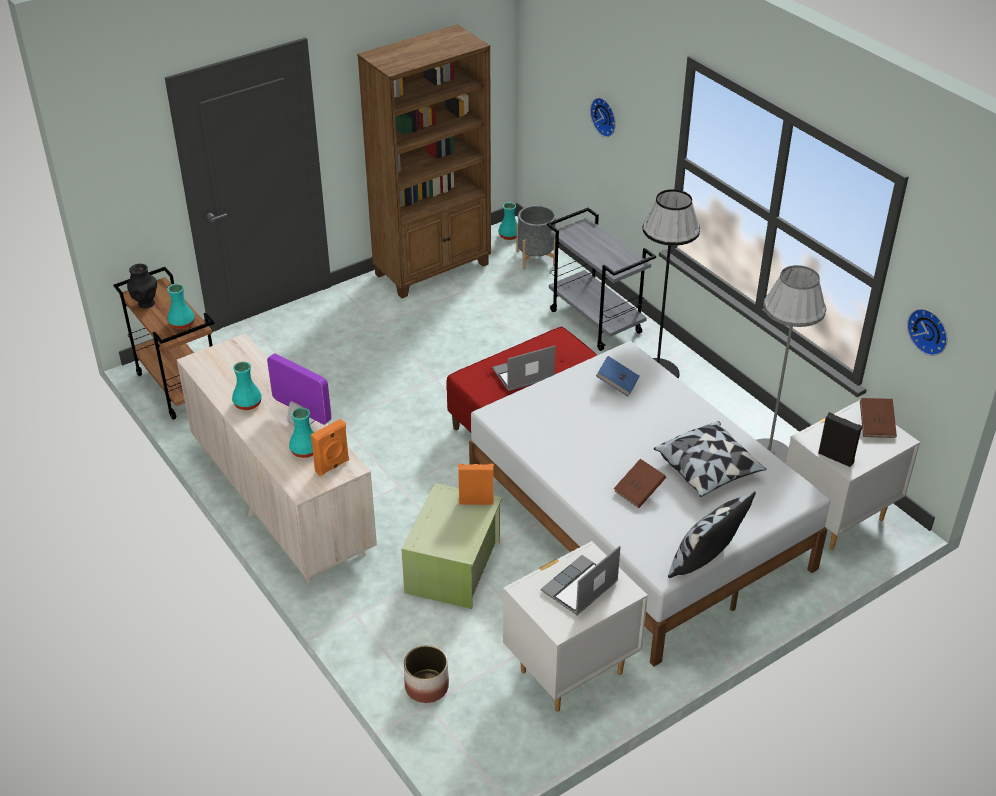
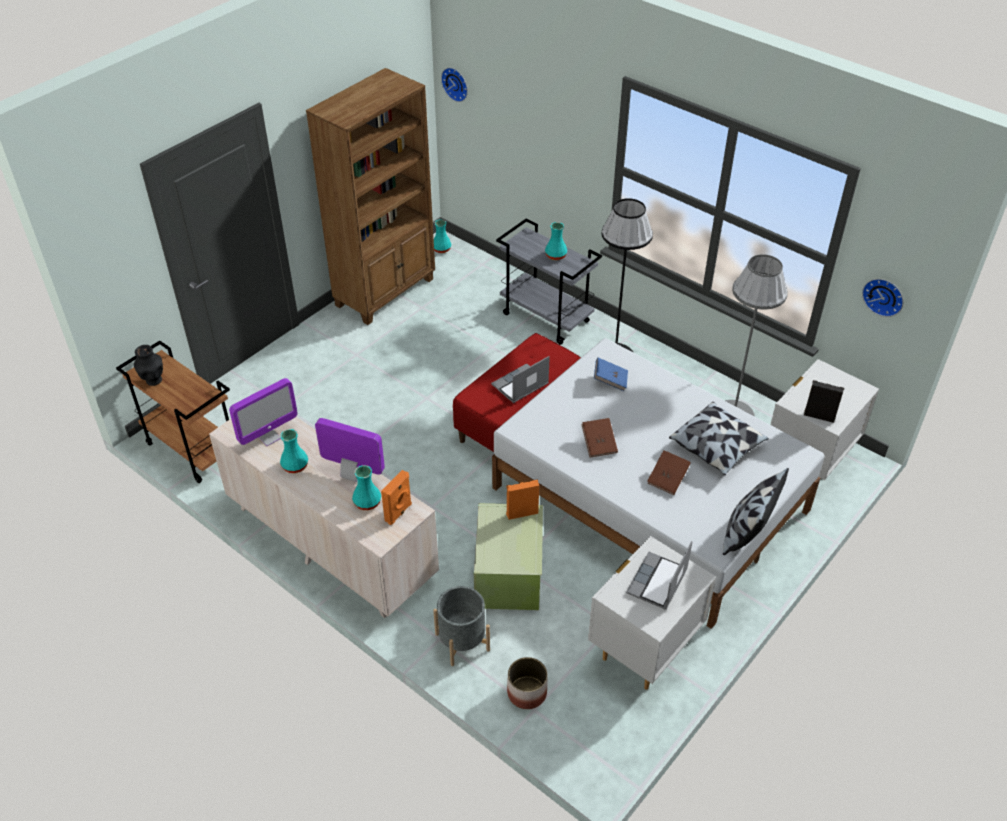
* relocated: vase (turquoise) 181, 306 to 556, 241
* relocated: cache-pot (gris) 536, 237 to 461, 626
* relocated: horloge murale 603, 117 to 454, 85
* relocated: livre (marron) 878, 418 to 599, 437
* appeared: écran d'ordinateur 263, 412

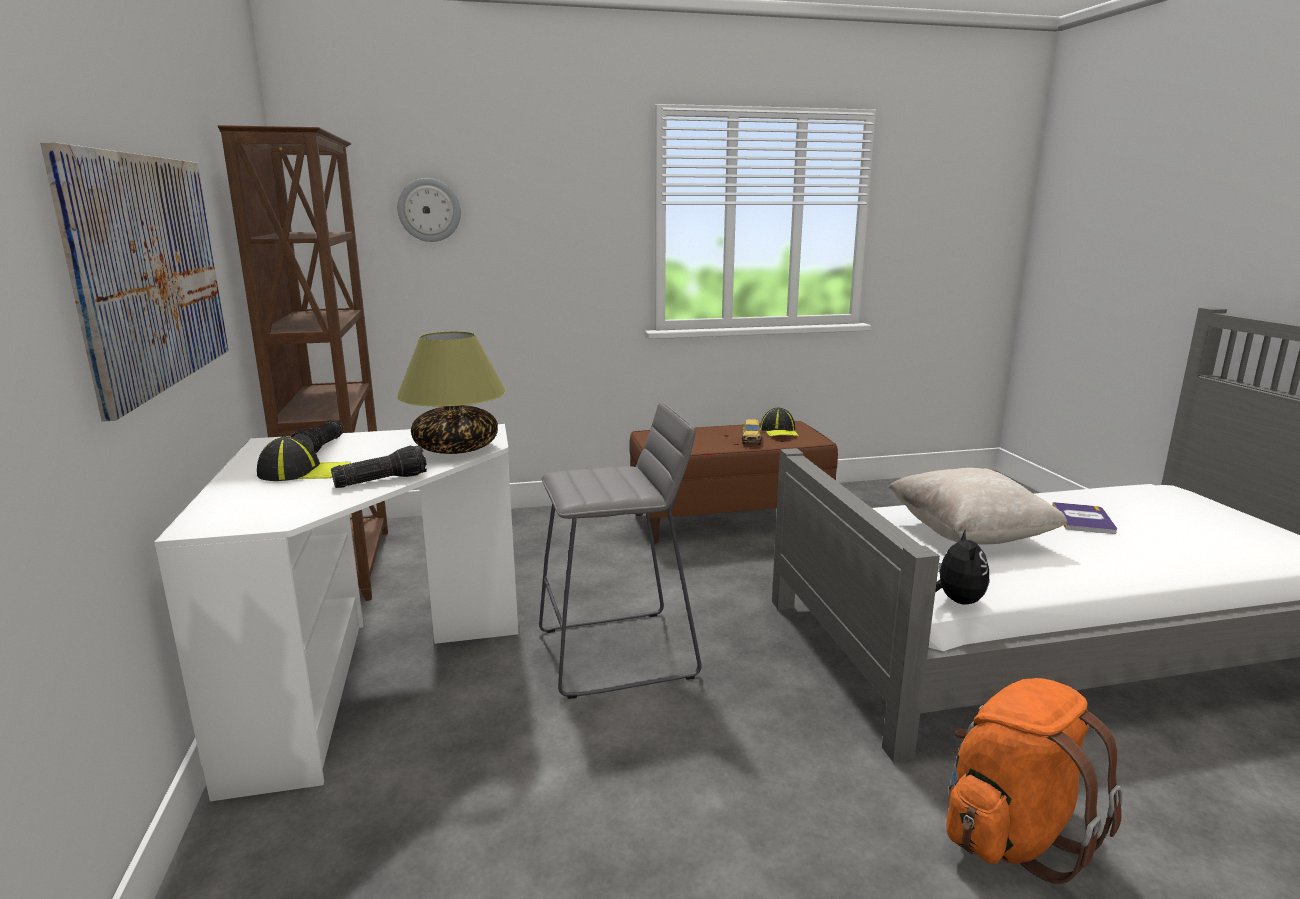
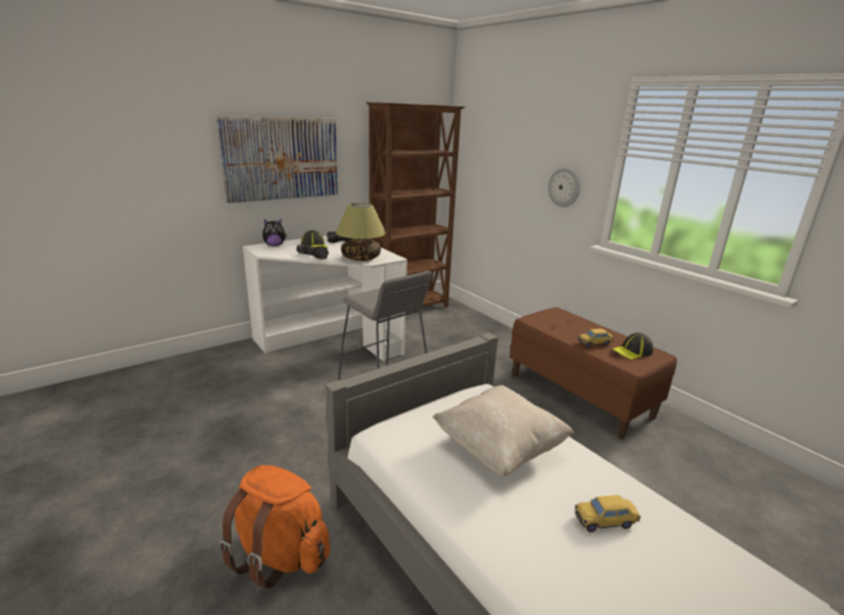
* relocated: horloge murale 429, 210 to 564, 187
* relocated: peluche 962, 567 to 275, 232
* exchanged: livre 1084, 518 to petite voiture 607, 513

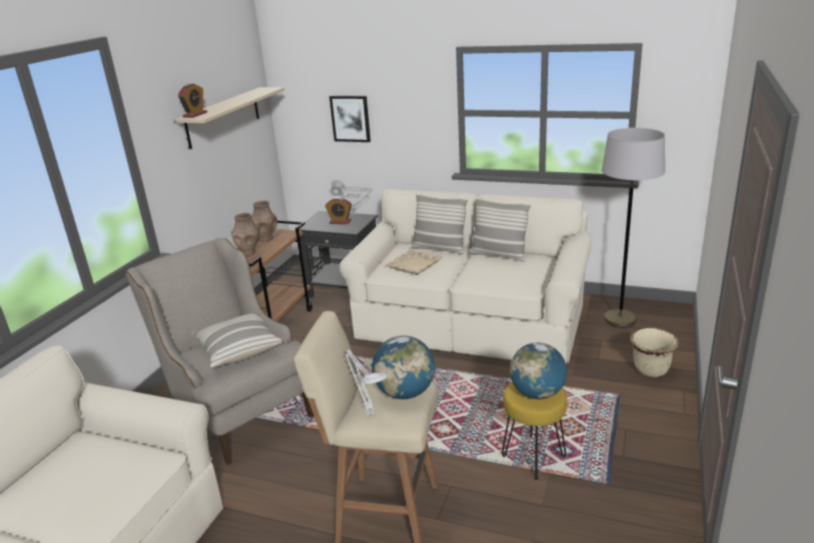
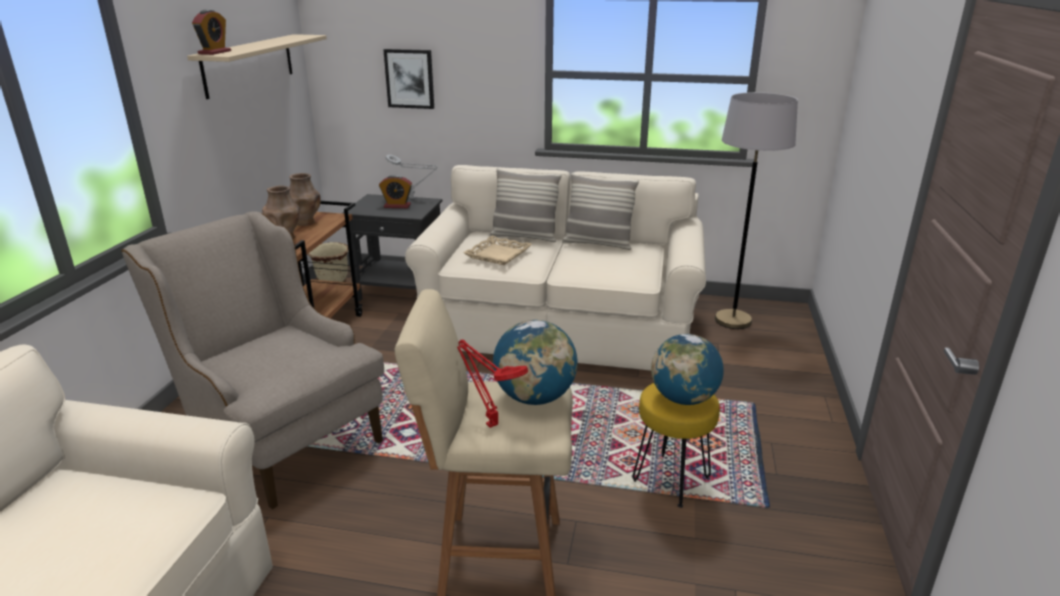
* missing: coussin 237, 340
* colour: lampe de table (blanc) 366, 382 to lampe de table (rouge) 492, 384
* relocated: cache-pot (beige) 654, 352 to 328, 262

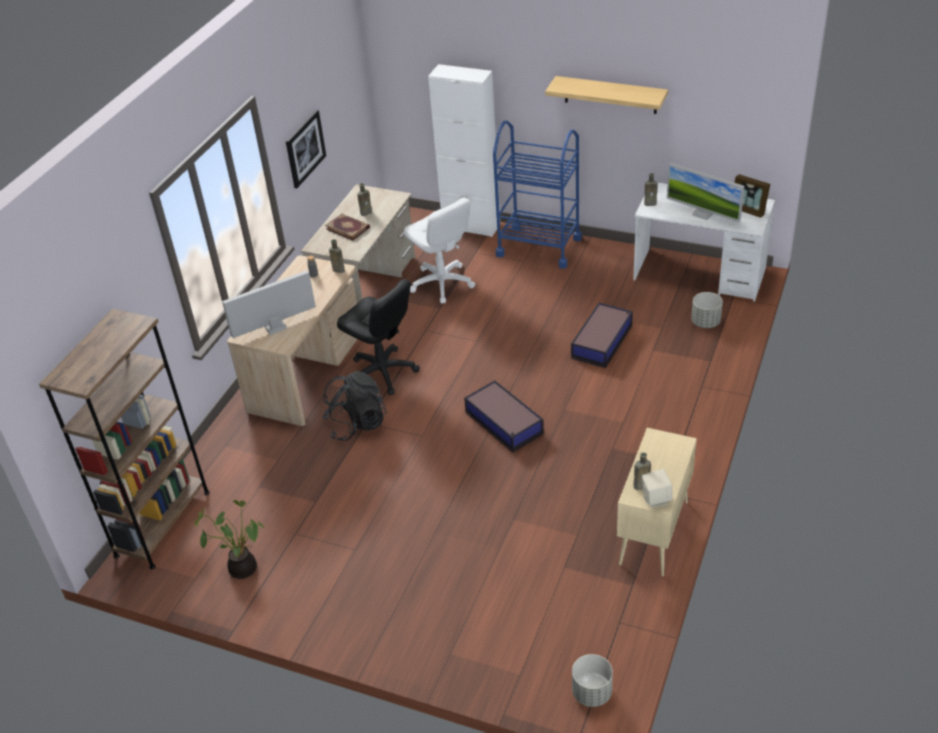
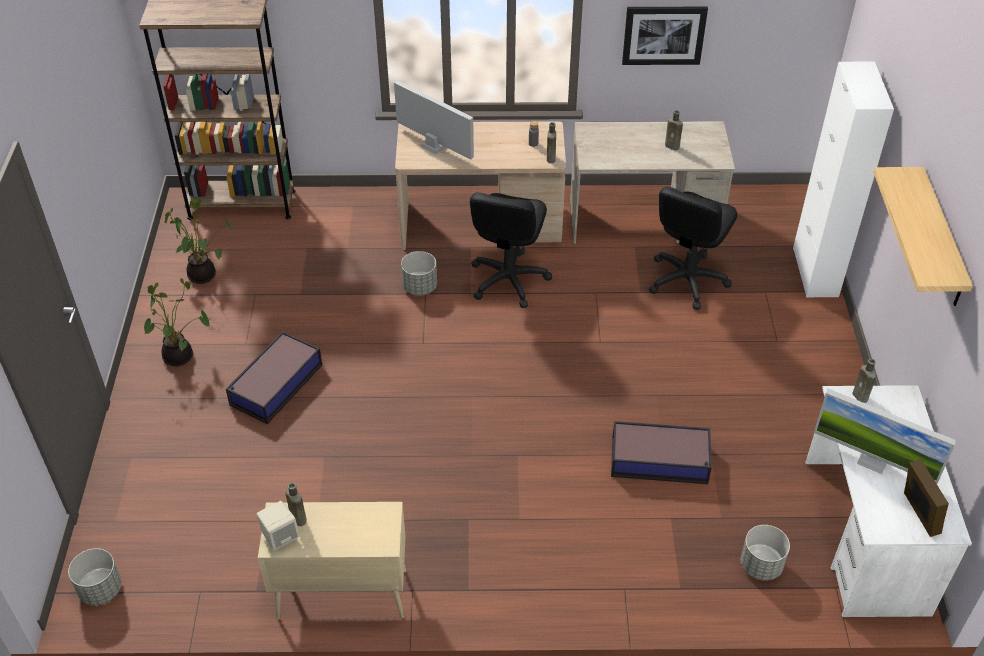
* exchanged: sac à dos (noir) 355, 405 to cache-pot (gris) 419, 273
* missing: livre 347, 227
* colour: chaise de bureau (blanc) 439, 251 to chaise de bureau (noir) 693, 248
* relocated: boîte de rangement 504, 416 to 274, 377
* missing: chariot (bleu) 537, 194
* spun: écran d'ordinateur 705, 192 = 885, 436 75 degrees counterclockwise
* spun: cadre photo 752, 196 = 926, 498 150 degrees clockwise
* appeared: plante en pot 177, 322

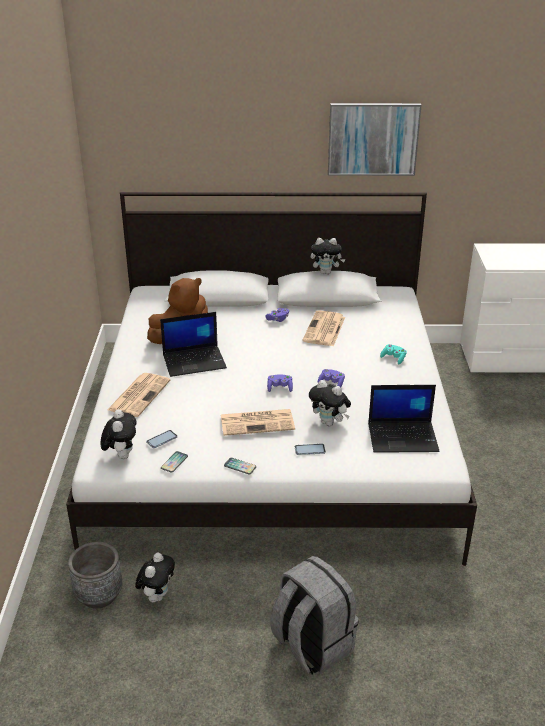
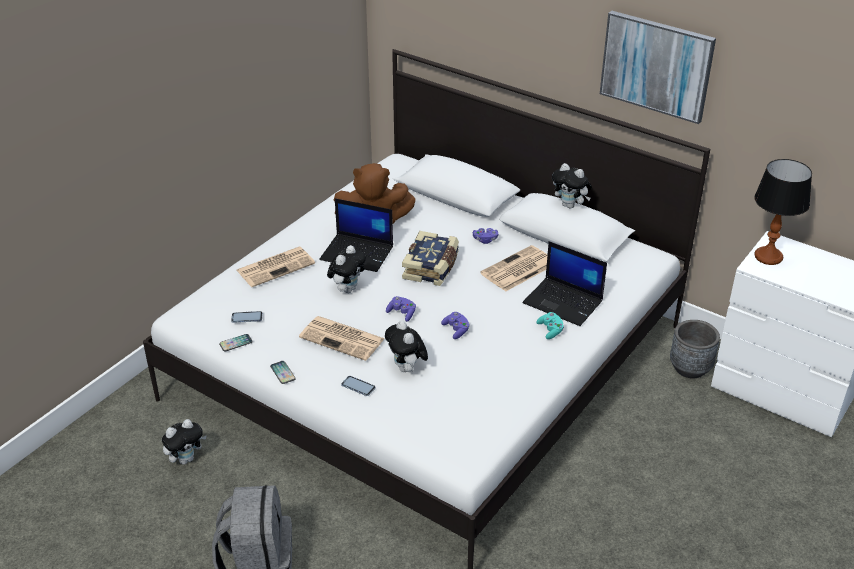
* relocated: cache-pot (gris) 95, 575 to 695, 349
* relocated: peluche 118, 434 to 346, 269
* relocated: ordinateur portable 403, 419 to 564, 283
* appeared: livre 430, 258
* appeared: lampe de table 783, 212

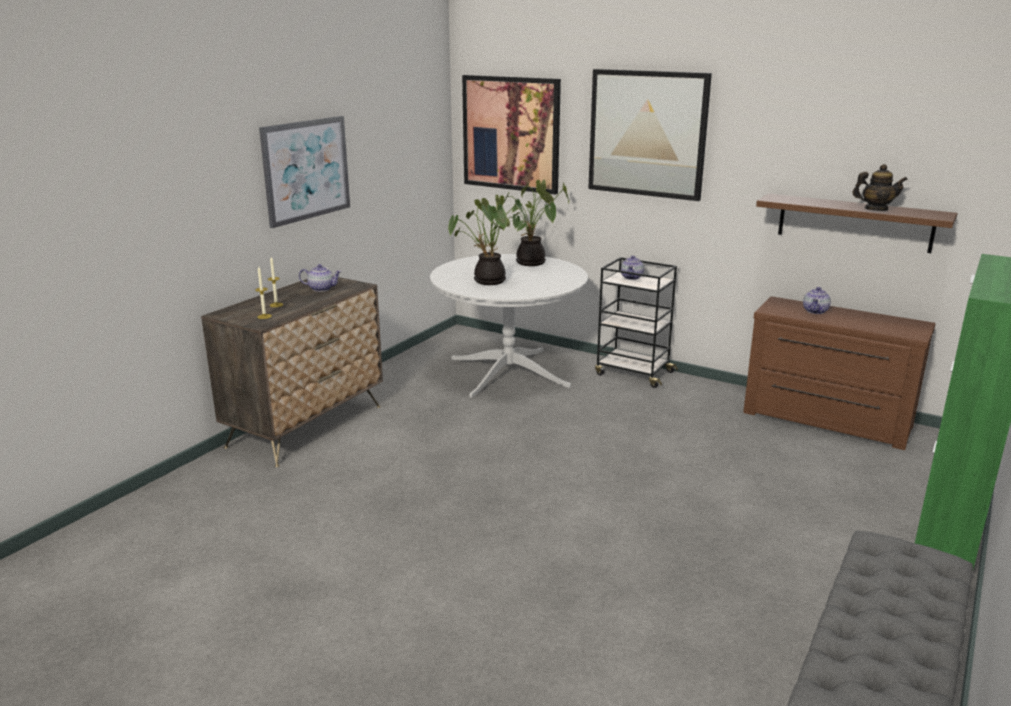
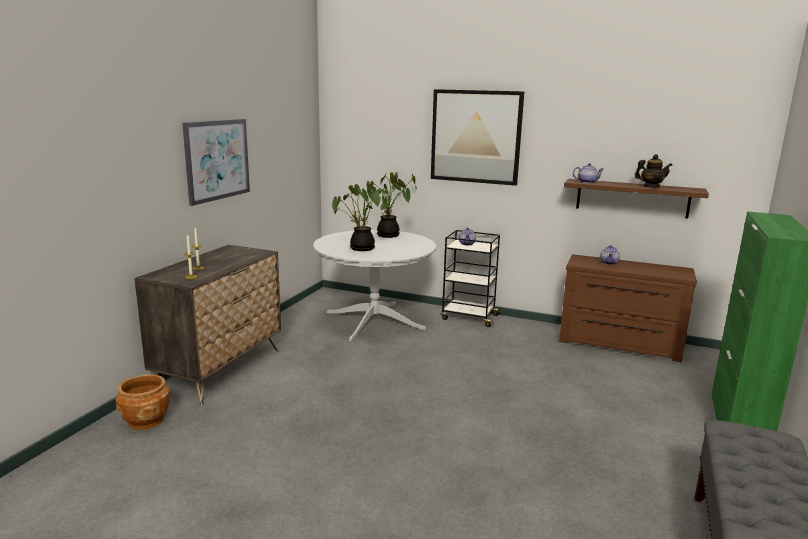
* relocated: théière 320, 278 to 588, 173
* missing: tableau 511, 135
* appeared: cache-pot (marron) 143, 402

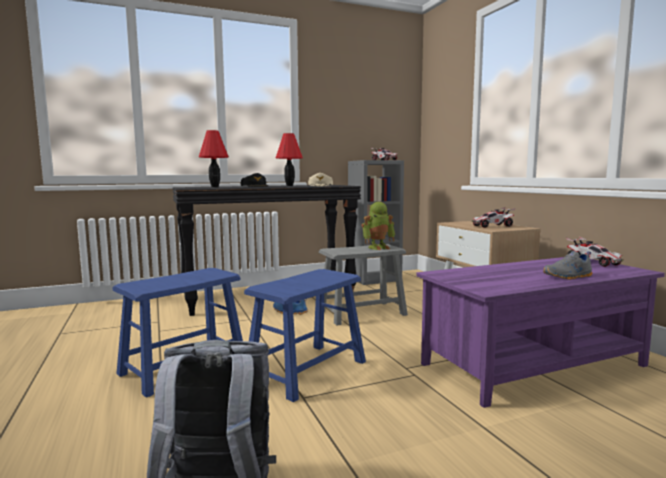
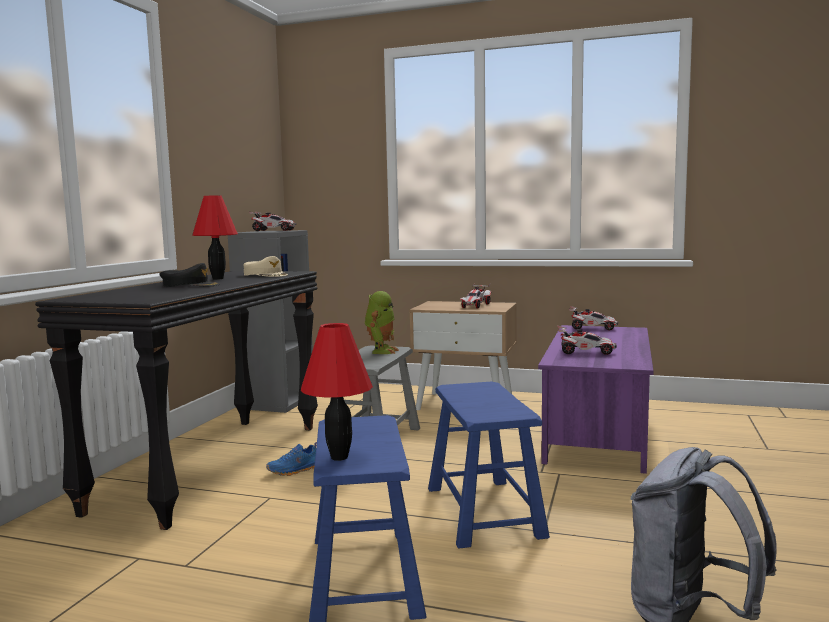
* relocated: lampe de table (rouge) 214, 158 to 337, 392
* missing: chaussure (gris) 567, 265
* appeared: petite voiture 587, 340

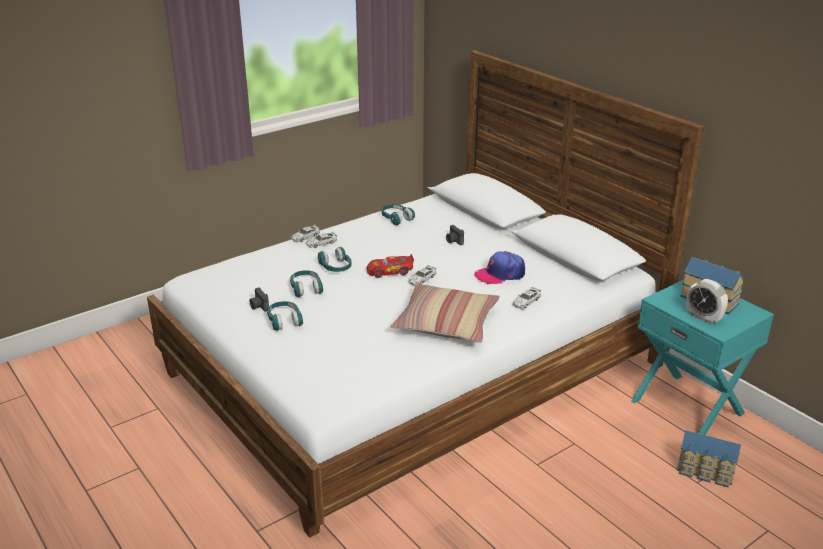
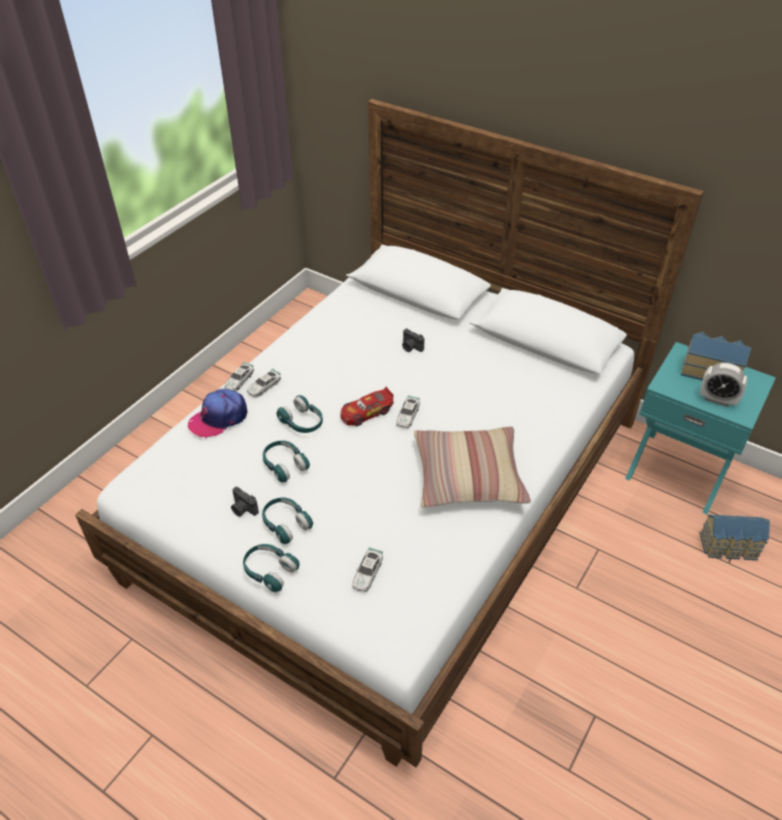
* relocated: casque audio (turquoise) 398, 214 to 271, 568
* relocated: casquette 499, 267 to 218, 413
* relocated: petite voiture 527, 298 to 367, 569

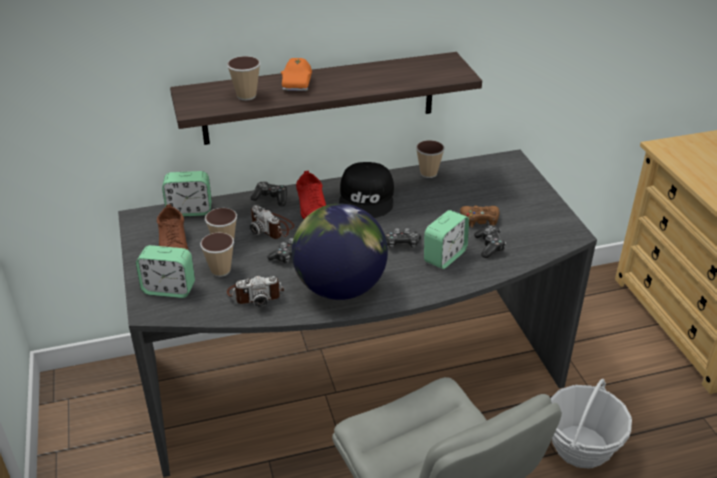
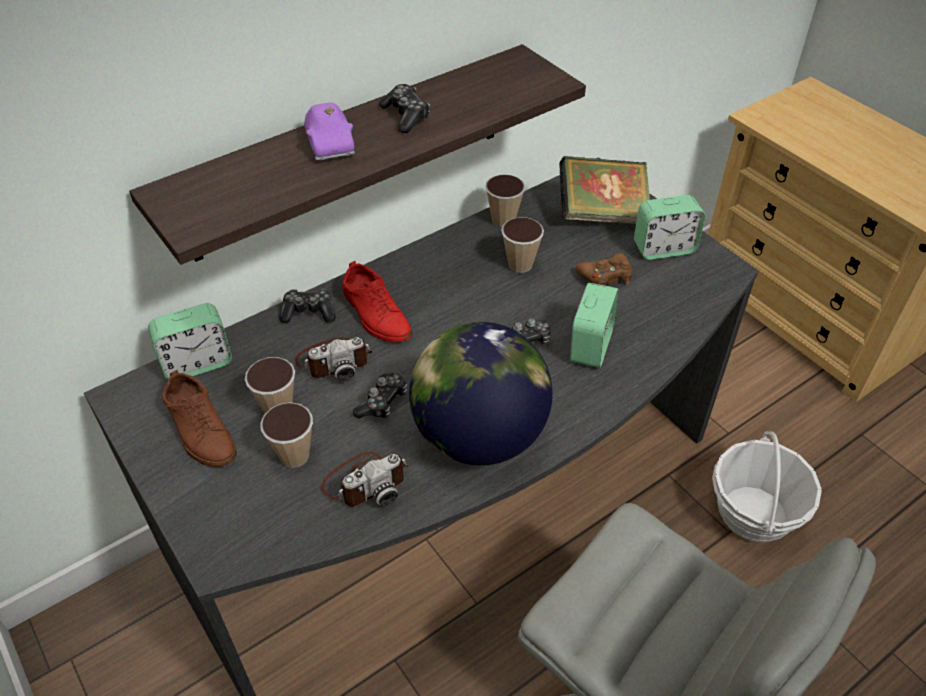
* relocated: réveil 165, 271 to 670, 227
* relocated: tasse 244, 78 to 522, 245
* spun: appareil photo 272, 222 = 333, 359 45 degrees counterclockwise
* colour: petite voiture (orange) 296, 74 to petite voiture (violet) 329, 131
* missing: casquette (noir) 366, 190
* relocated: manette 490, 241 to 404, 108
* appeared: livre 604, 190

